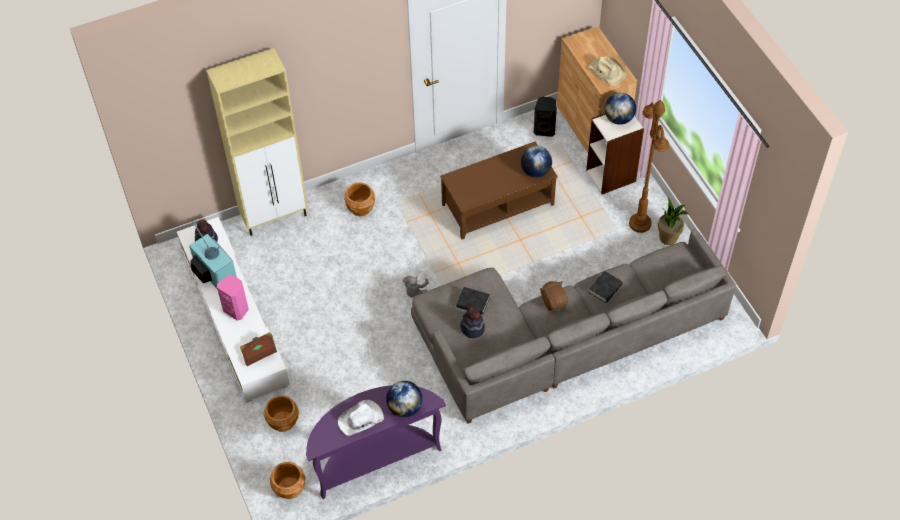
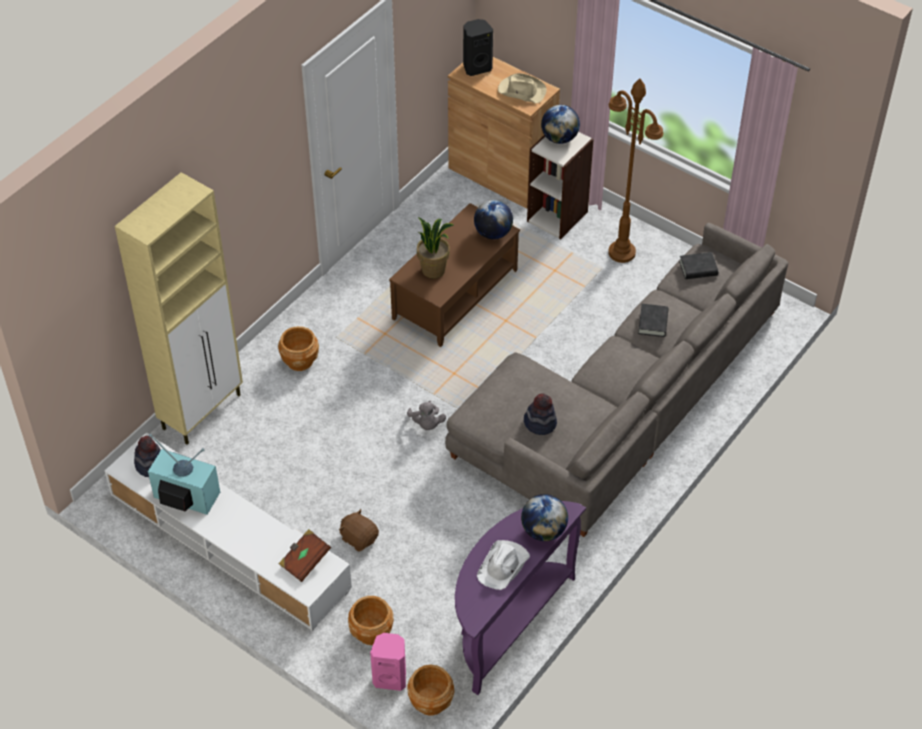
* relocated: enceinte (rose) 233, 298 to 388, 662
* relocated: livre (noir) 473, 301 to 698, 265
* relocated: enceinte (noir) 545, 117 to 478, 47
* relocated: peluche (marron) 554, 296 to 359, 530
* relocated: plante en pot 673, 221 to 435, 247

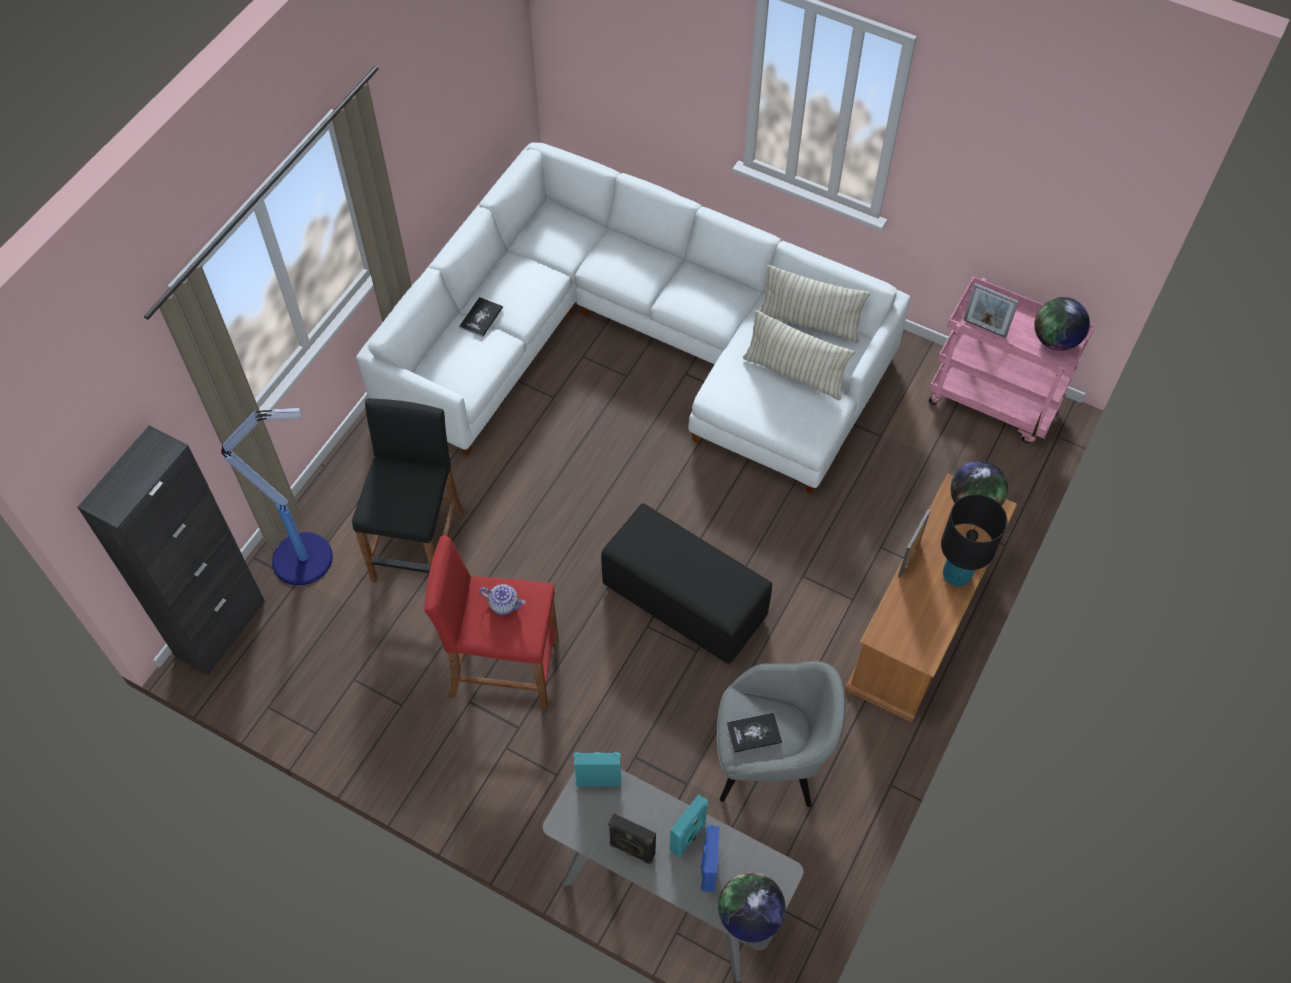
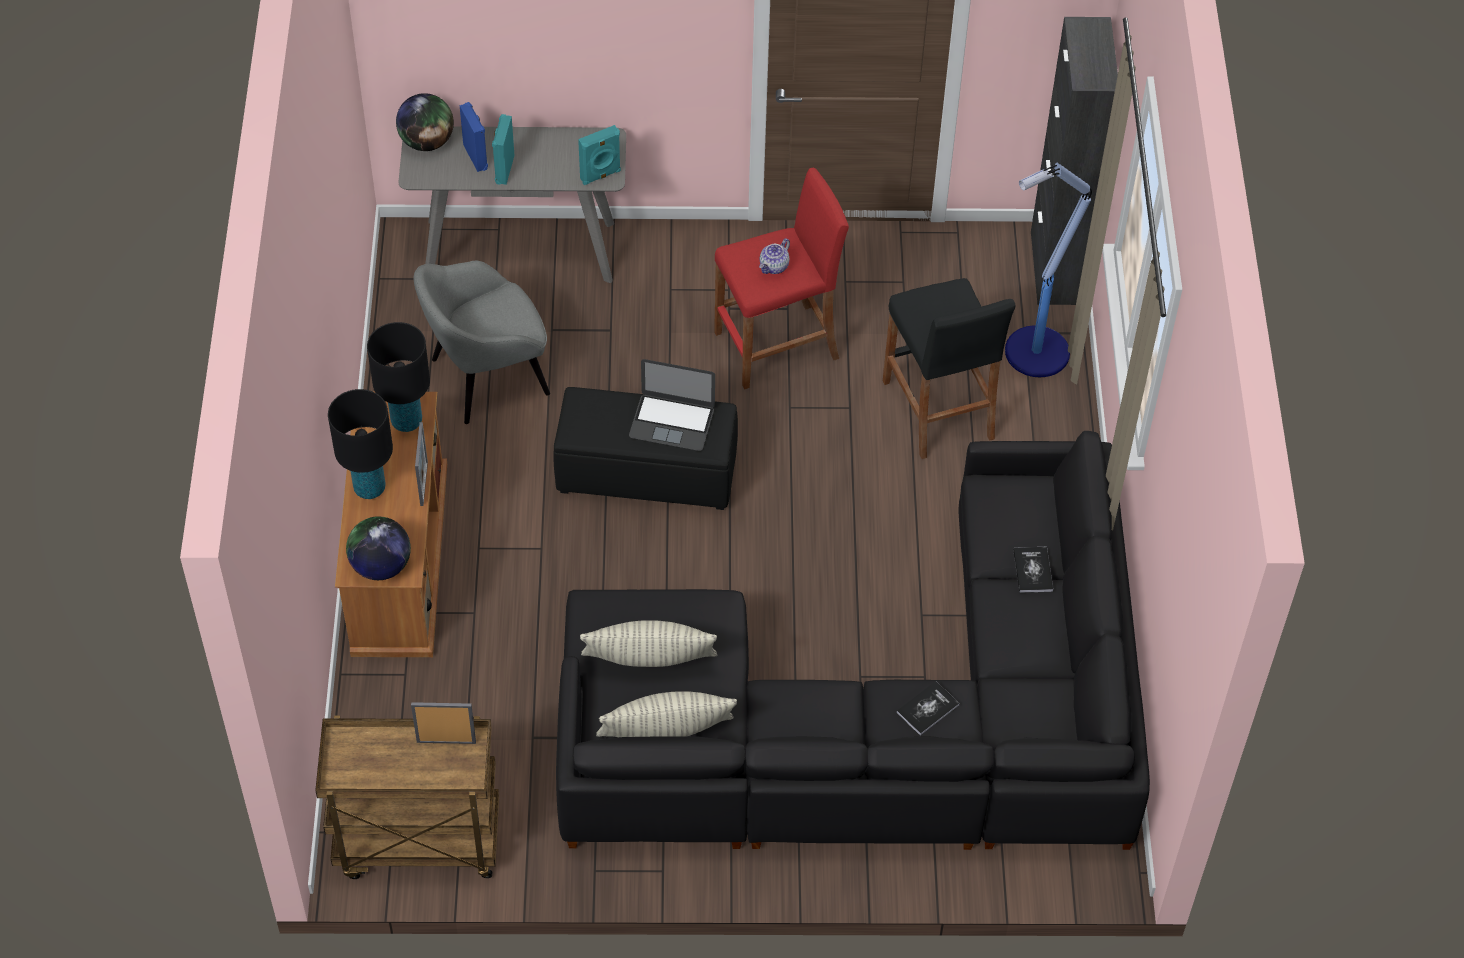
* colour: canapé (blanc) 633, 319 to canapé (noir) 853, 640
* spun: théière 502, 599 = 774, 256 45 degrees counterclockwise
* missing: enceinte (noir) 632, 838
* relocated: livre 754, 733 to 928, 708
* colour: chariot (rose) 1012, 359 to chariot (marron) 407, 797
* missing: globe 1062, 324
* appeared: lampe de table (noir) 398, 377
* appeared: ordinateur portable 672, 405

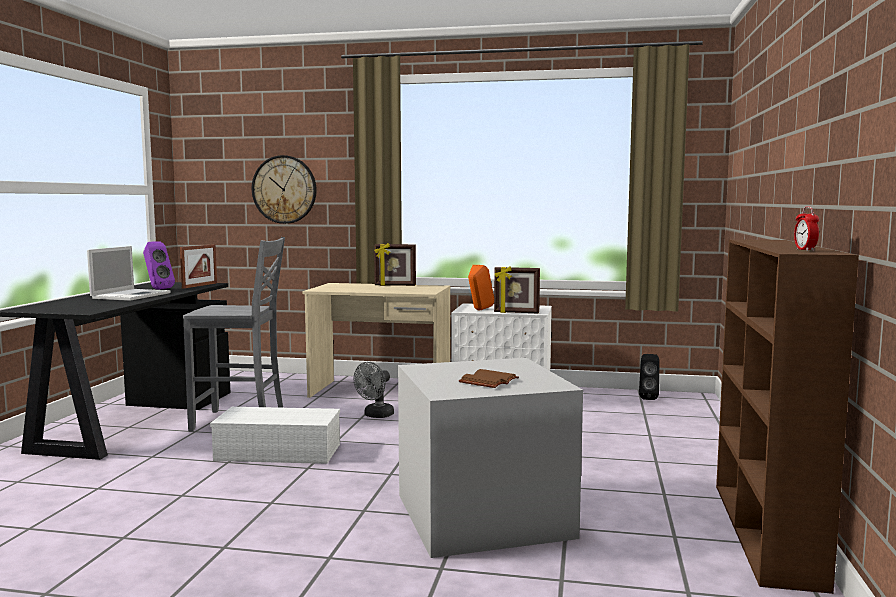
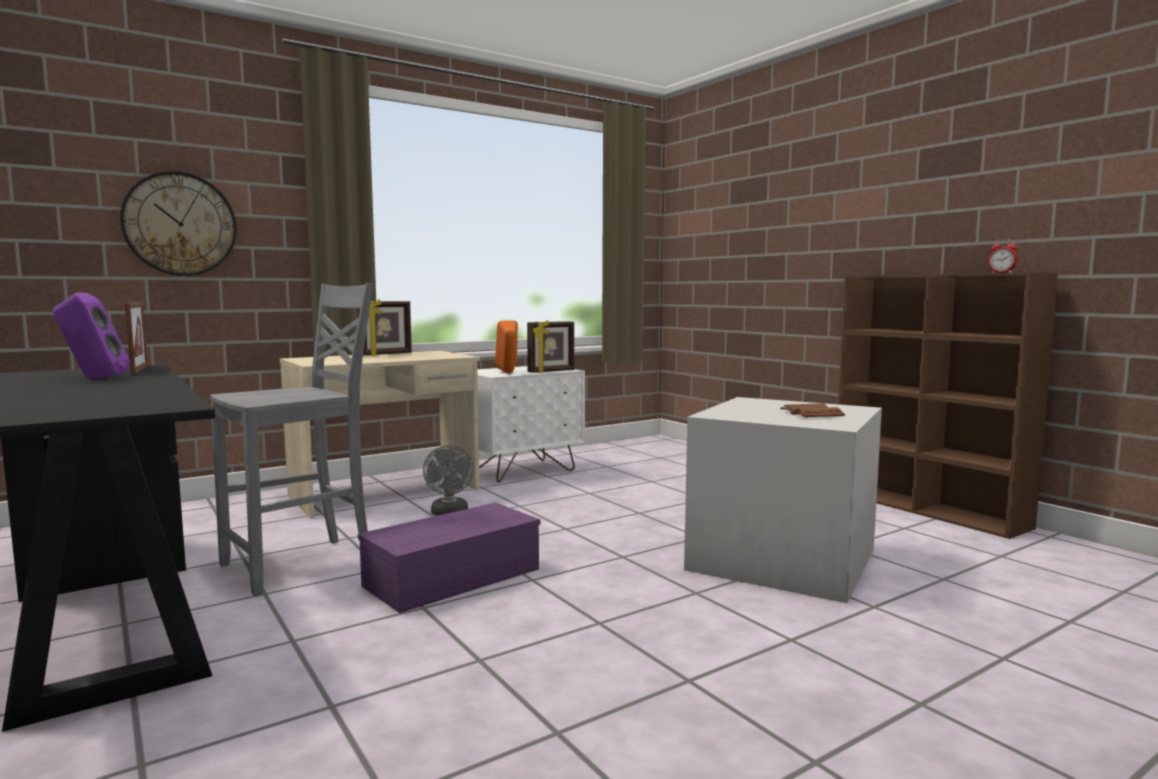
* missing: ordinateur portable 129, 273
* colour: boîte de rangement (blanc) 275, 435 to boîte de rangement (violet) 449, 557
* missing: enceinte (noir) 649, 377

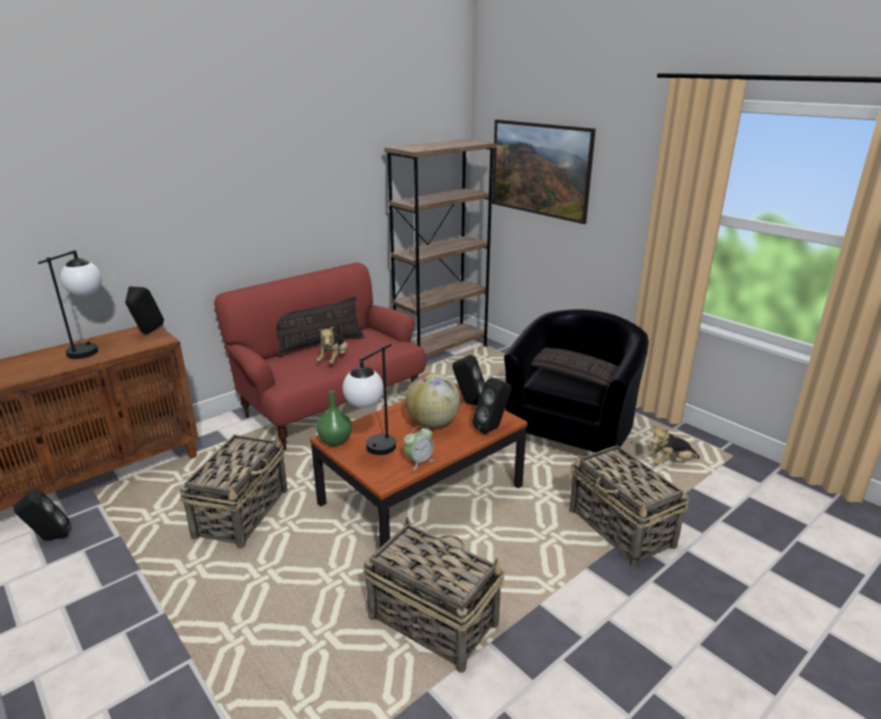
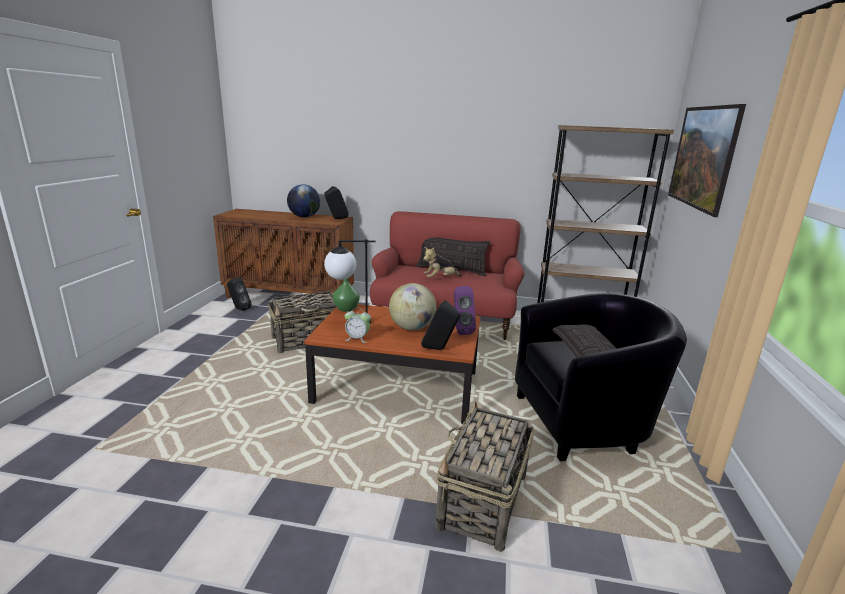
* exchanged: lampe de table 70, 304 to globe 303, 201
* missing: panier 434, 594
* colour: enceinte (noir) 468, 380 to enceinte (violet) 465, 310
* missing: peluche 674, 445

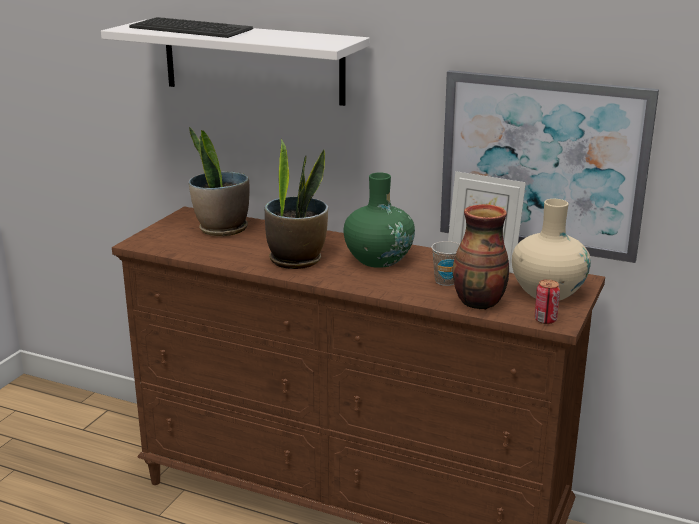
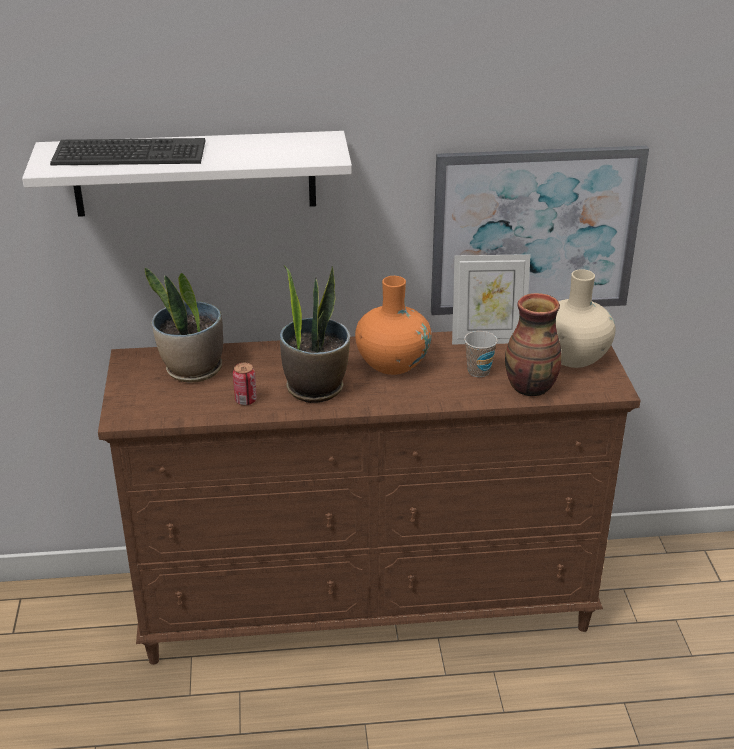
* colour: vase (vert) 379, 220 to vase (orange) 393, 325
* relocated: boîte métallique 547, 301 to 245, 384

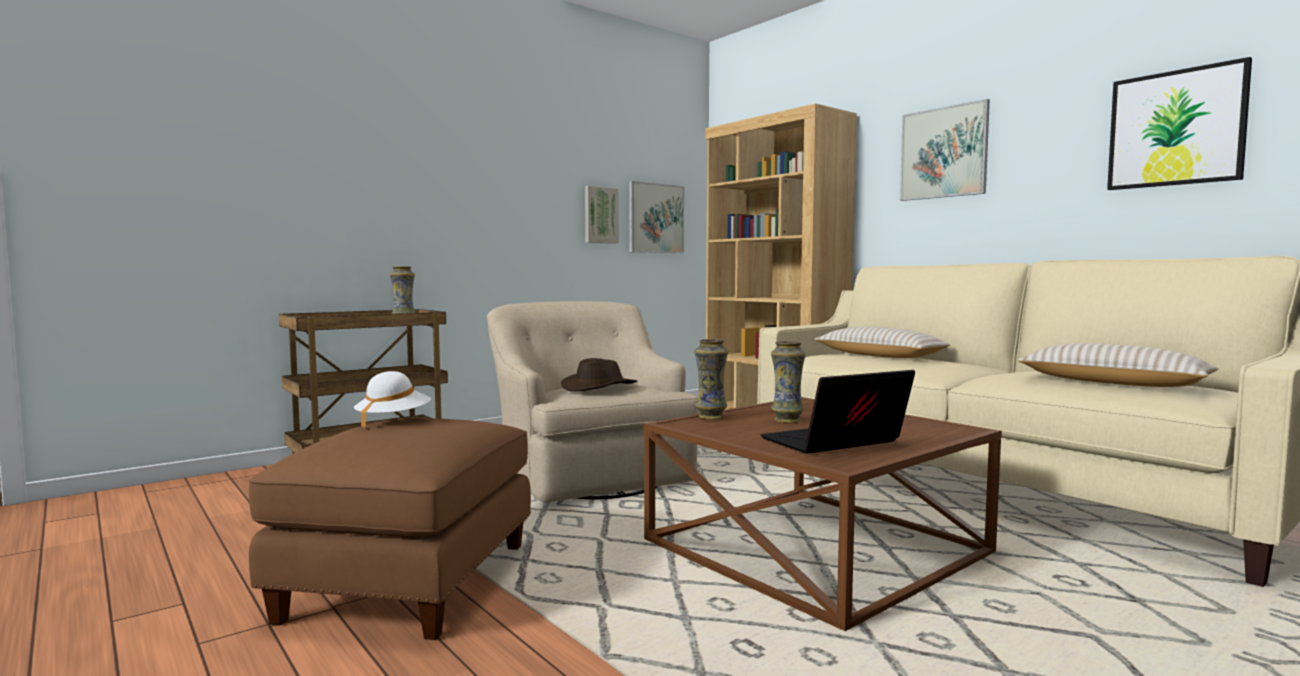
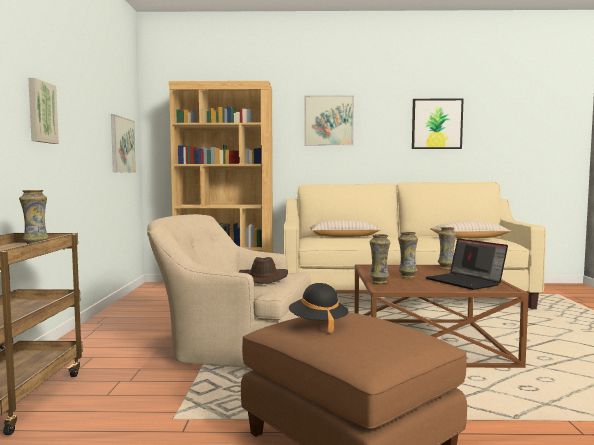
* colour: chapeau (blanc) 392, 399 to chapeau (noir) 319, 308
* relocated: tableau 602, 215 to 43, 111
* spun: ordinateur portable 838, 411 = 467, 264 45 degrees counterclockwise
* appeared: vase 447, 248

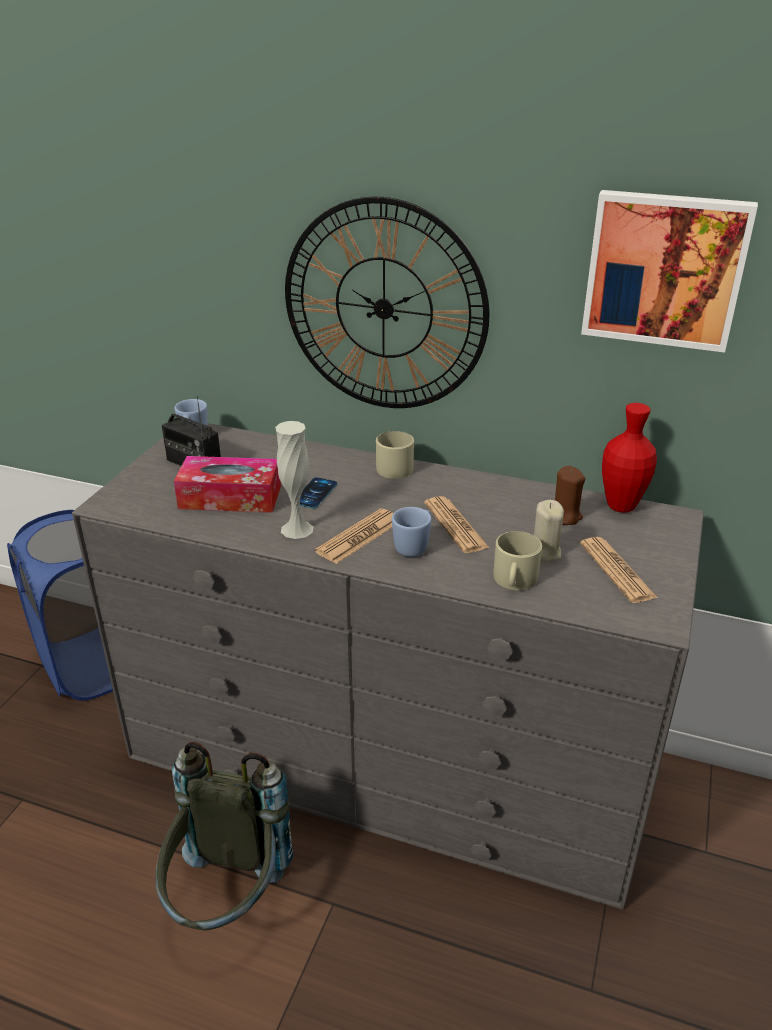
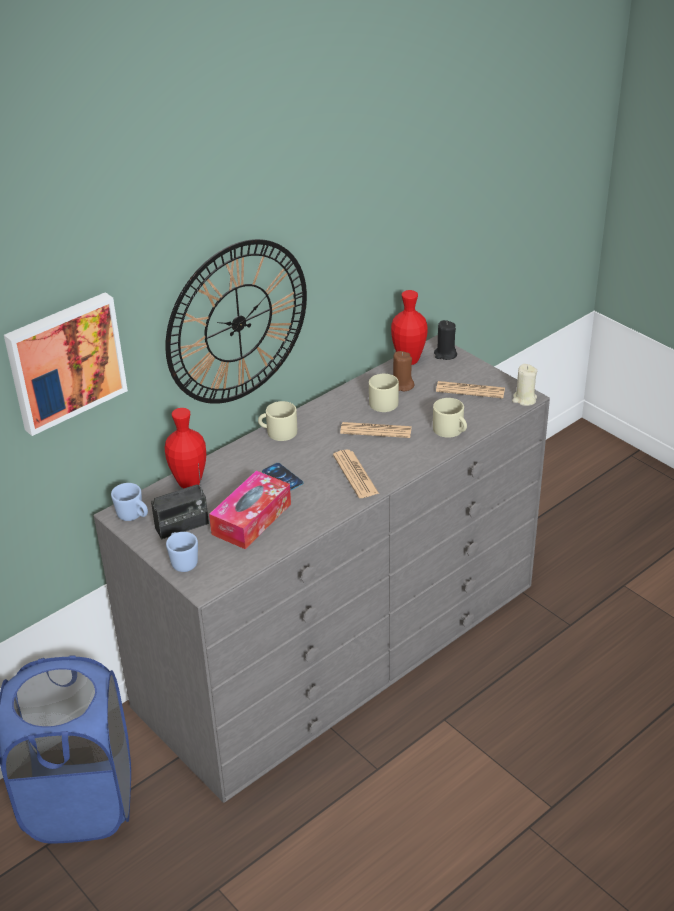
* missing: sac à dos (gris) 224, 836
* missing: vase (blanc) 294, 480
* relocated: mug (bleu) 412, 532 to 182, 552
* relocated: bougie (beige) 549, 531 to 524, 385
* relocated: tableau 669, 271 to 66, 364
* appeared: vase (rouge) 185, 448
* appeared: mug (beige) 384, 393
* appeared: bougie (noir) 445, 340

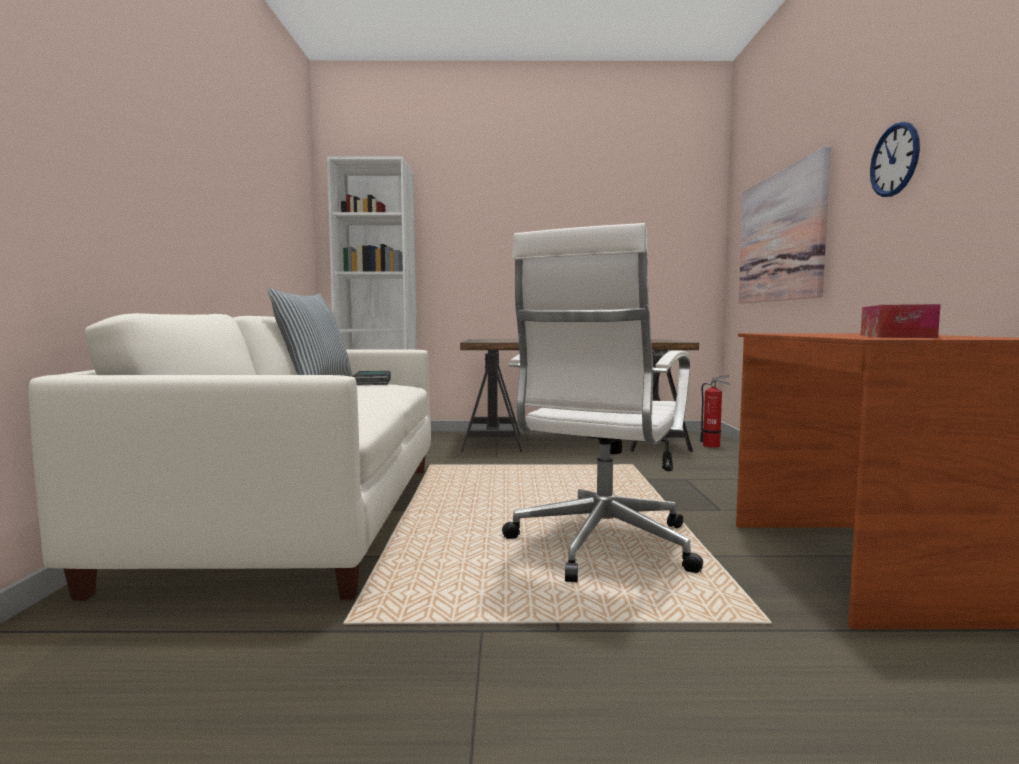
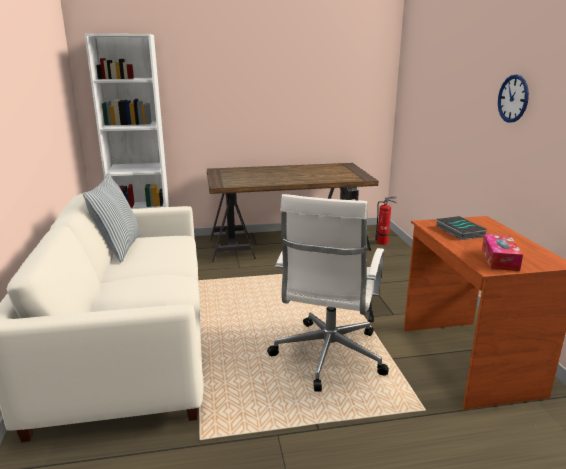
* relocated: livre 372, 378 to 462, 228
* missing: tableau 785, 225

